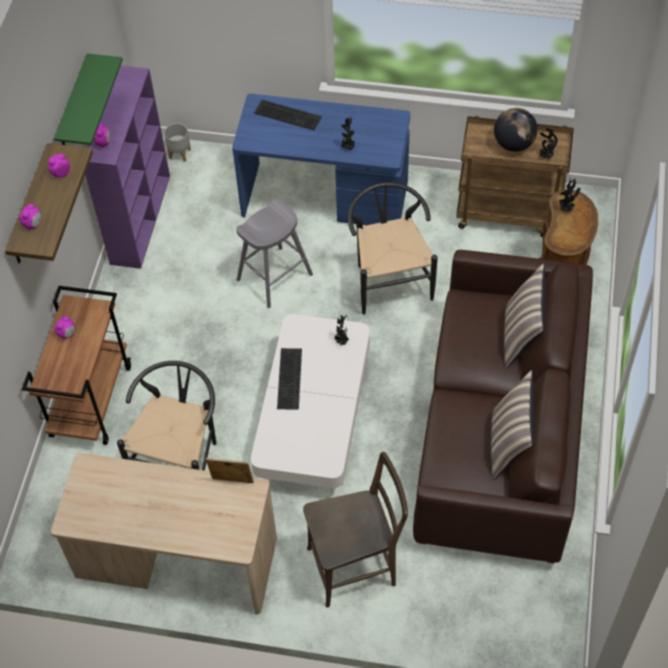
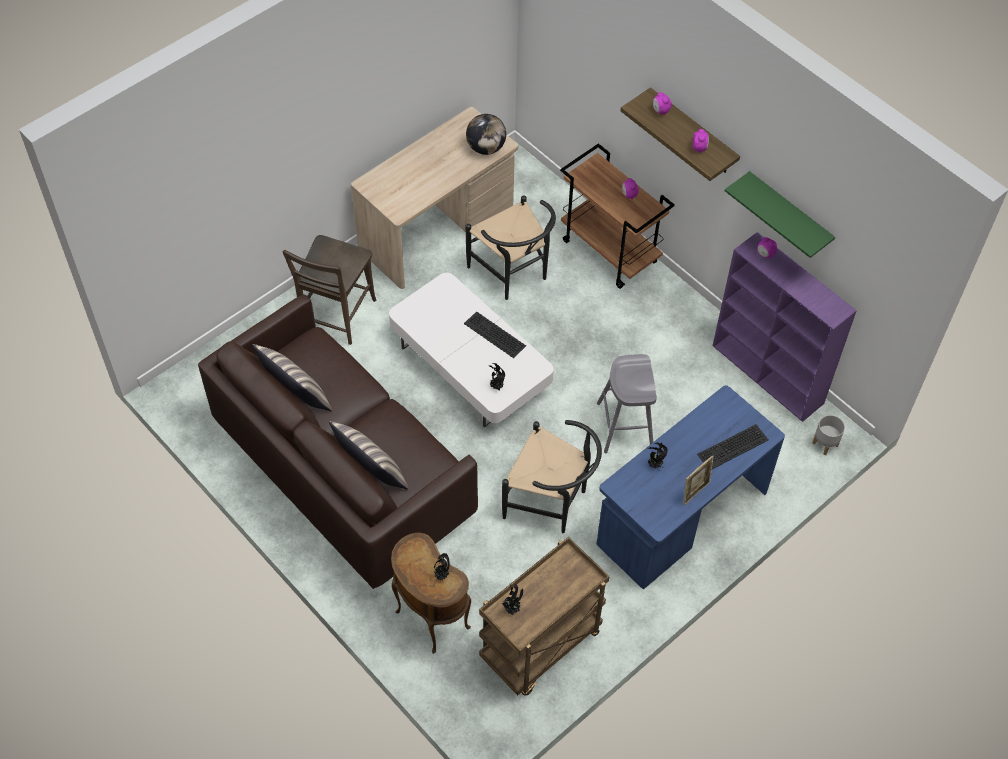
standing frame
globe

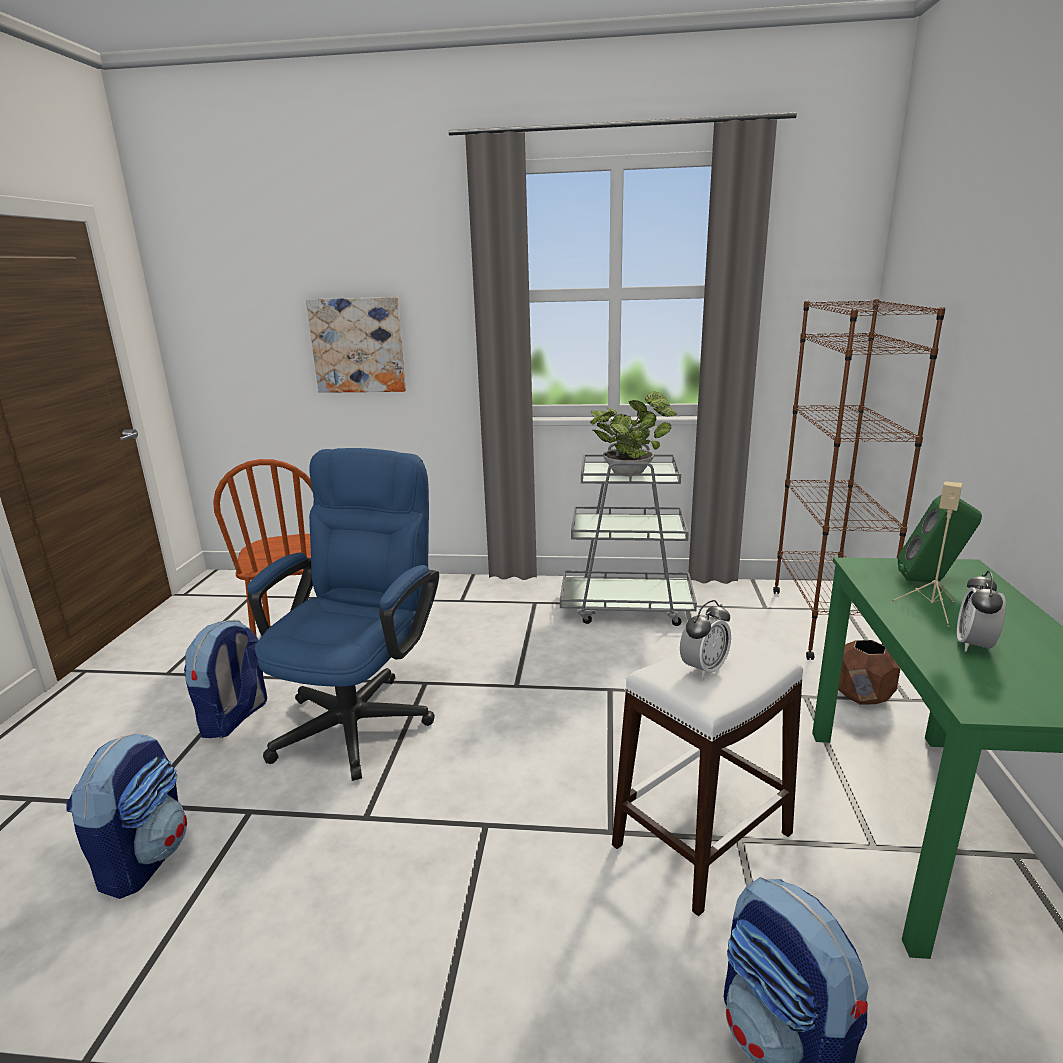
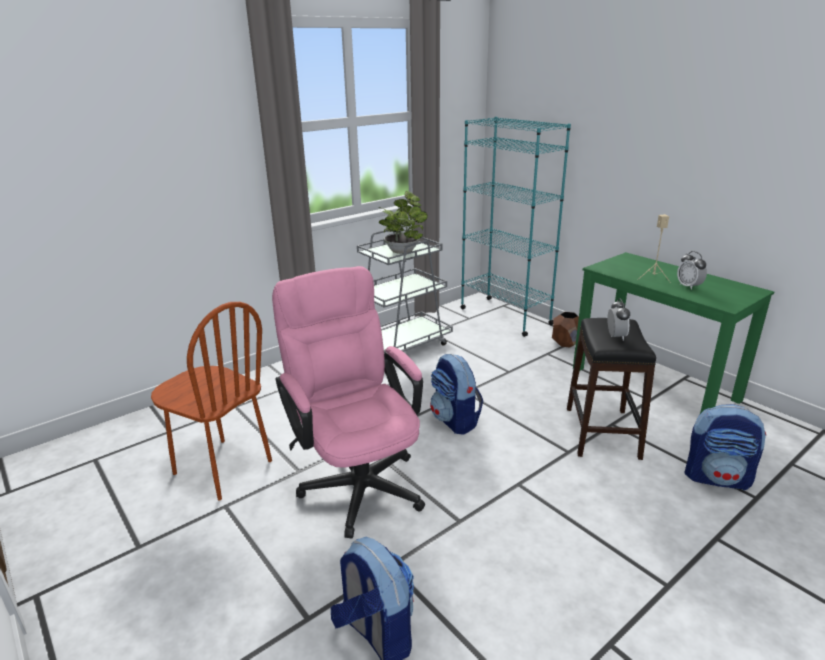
rucksack (no. 2 from left)
office chair in pink-coloured
wall picture
stool in black
bookshelf in blue-green
audio speaker in green

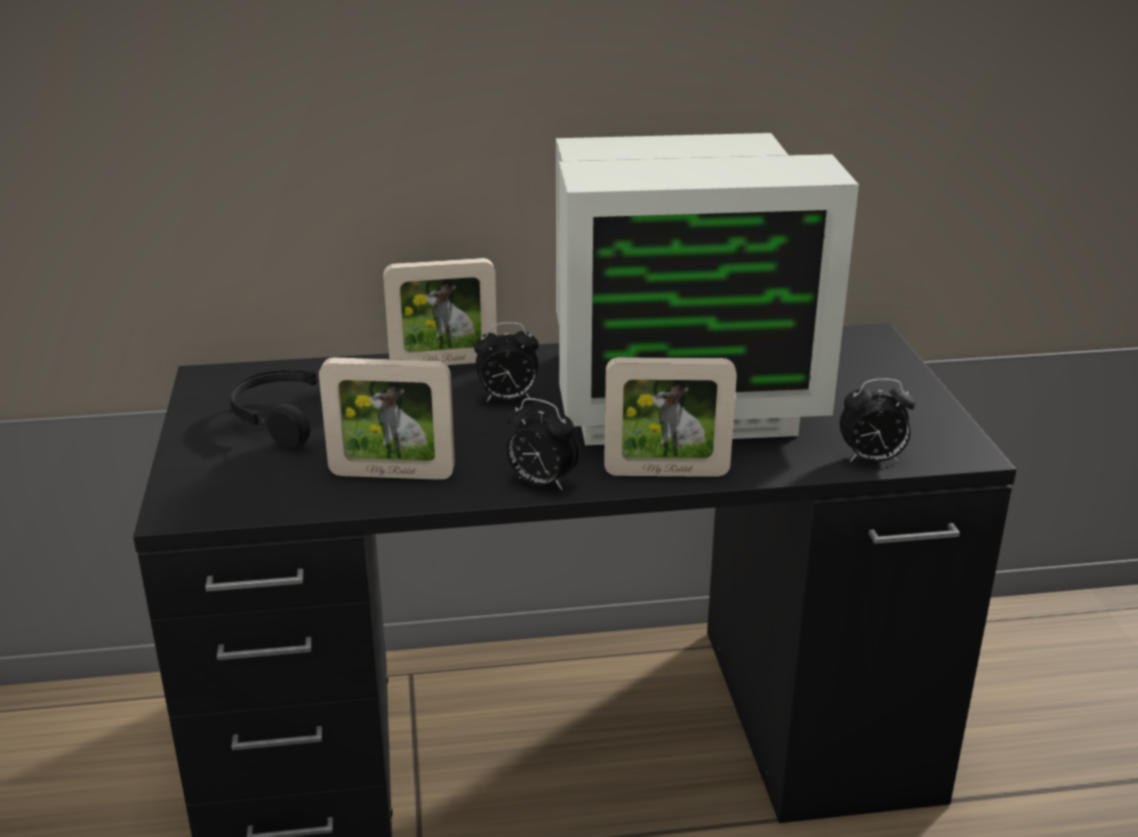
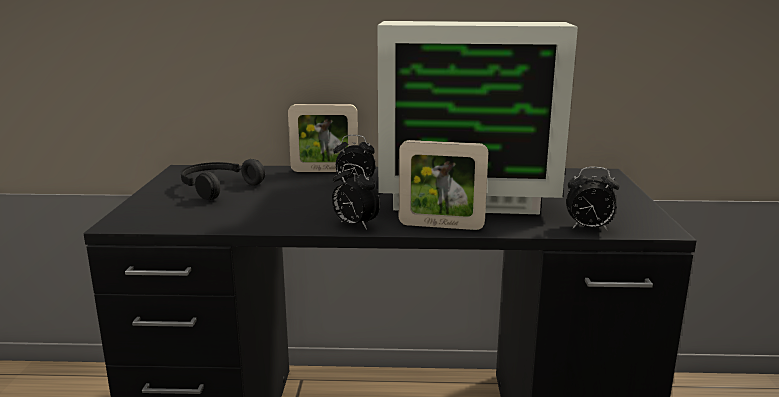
standing frame (no. 1 from left in the first image)

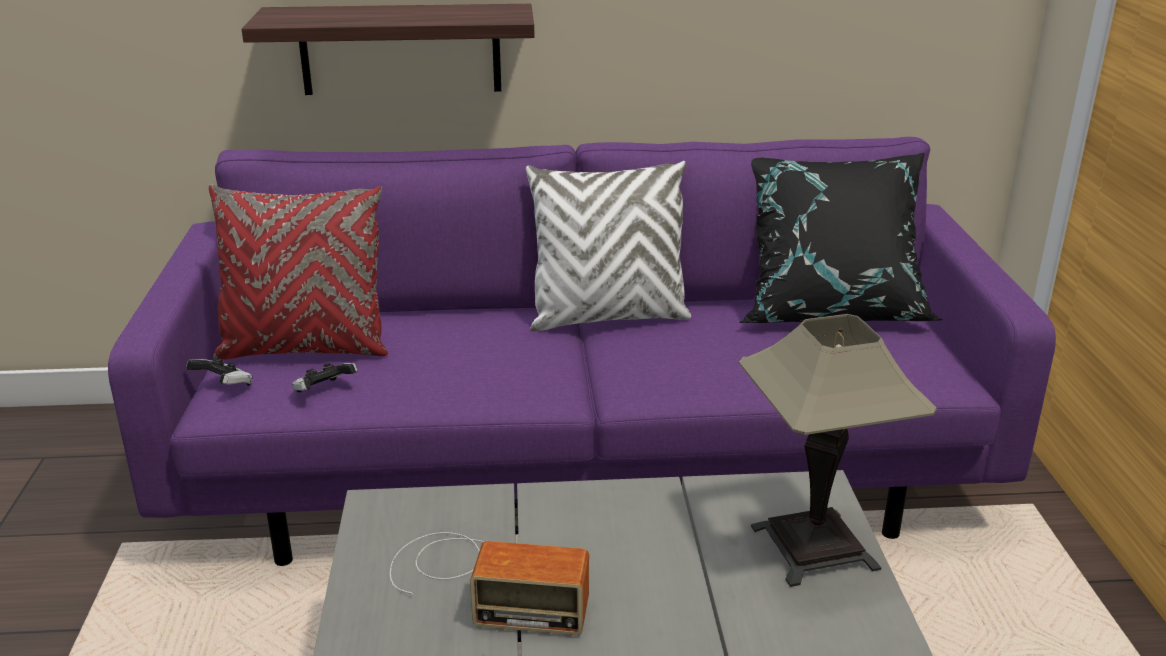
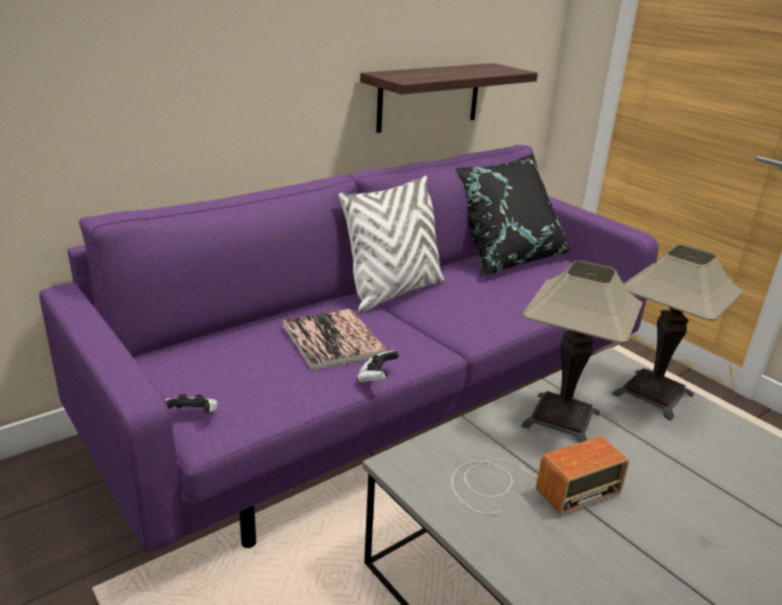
throw pillow in reddish
bracket shelf
joypad (no. 2 from left)
bound book
lamp for a table (no. 1 from left)

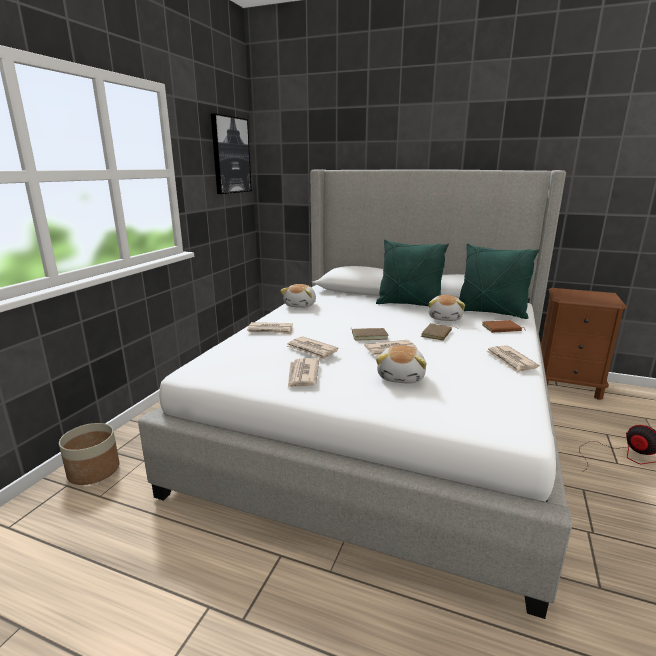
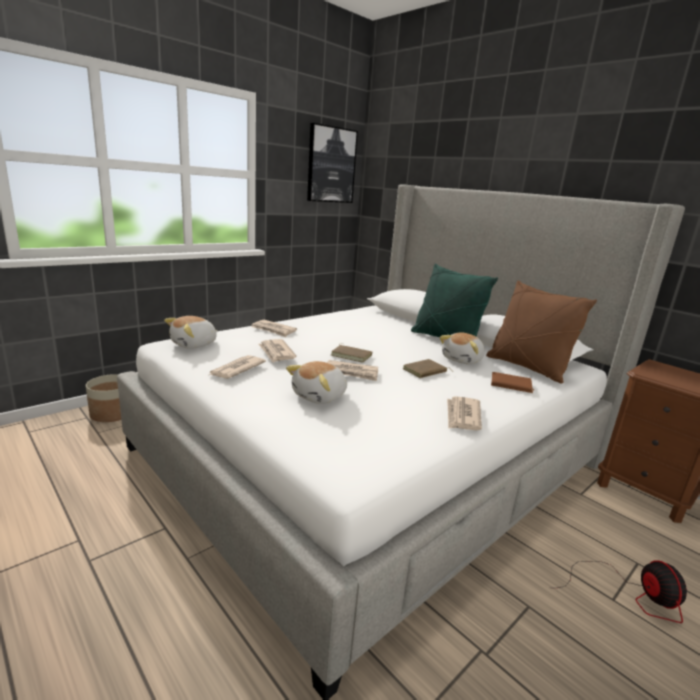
cuddly toy (no. 1 from left)
throw pillow in brown-coloured

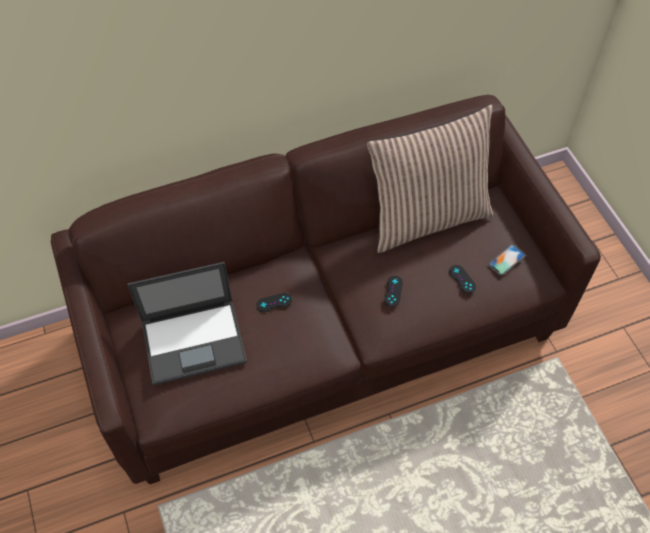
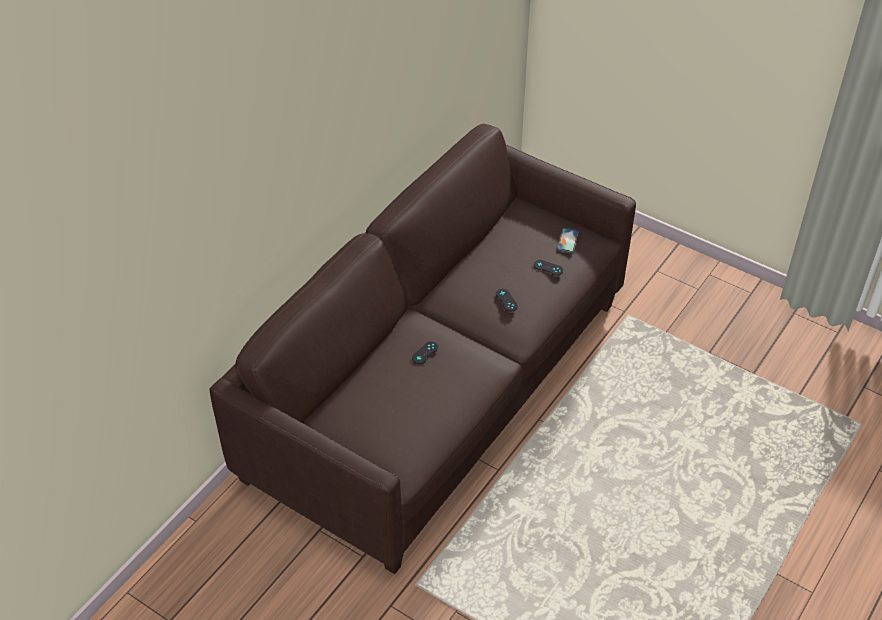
laptop
throw pillow

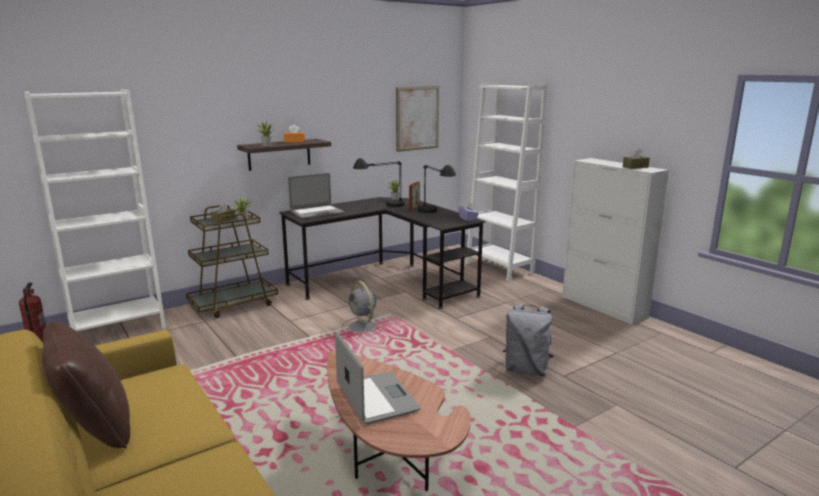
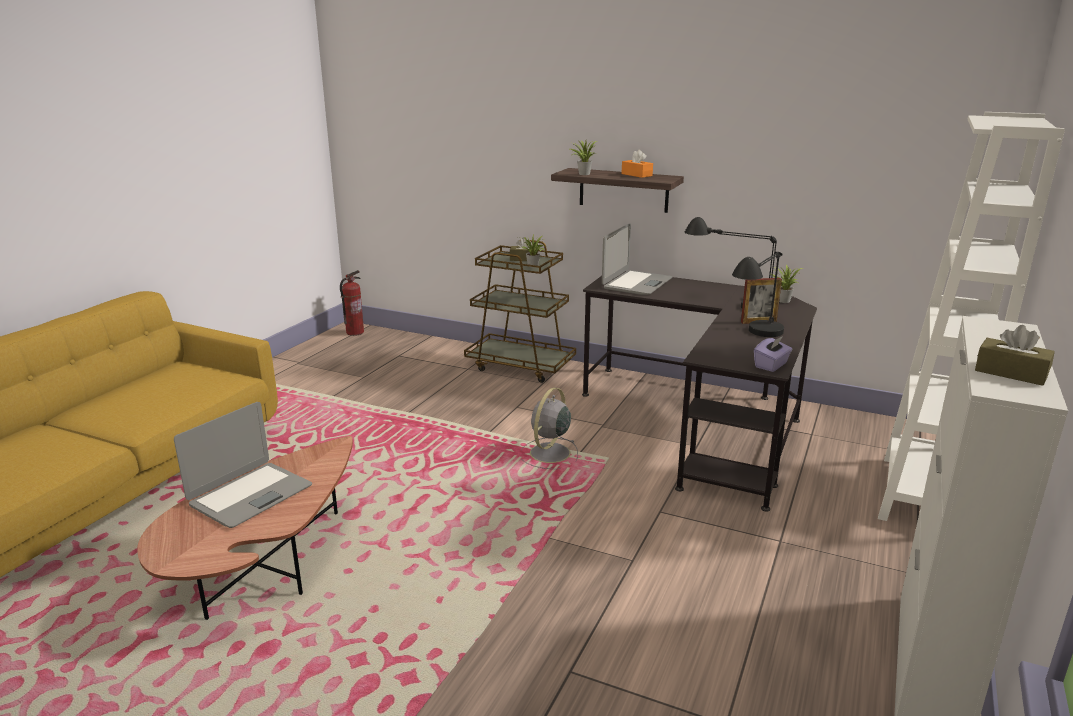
bookshelf in white-coloured (no. 1 from left in the first image)
throw pillow in brown-coloured
laptop (no. 2 from left)
wall picture
rucksack in grey

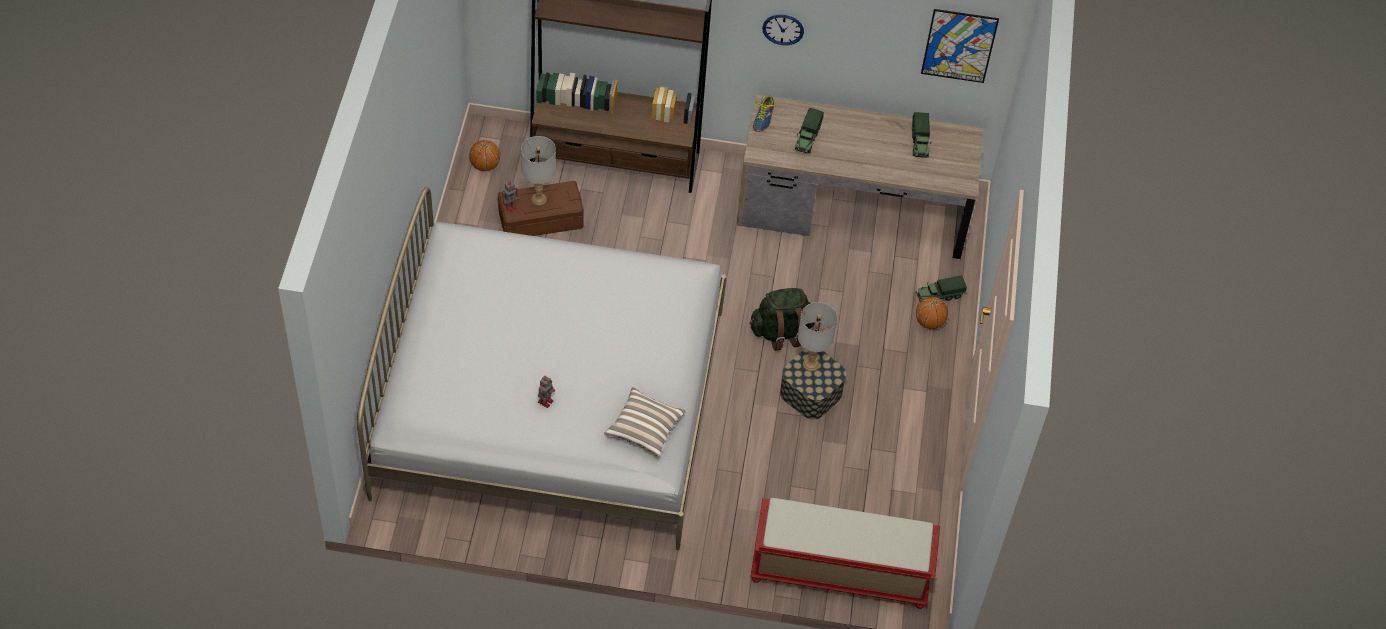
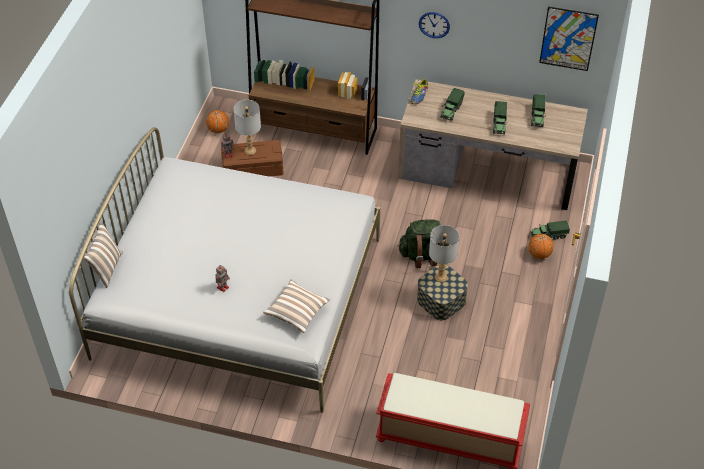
throw pillow (no. 1 from left)
toy truck (no. 2 from left)

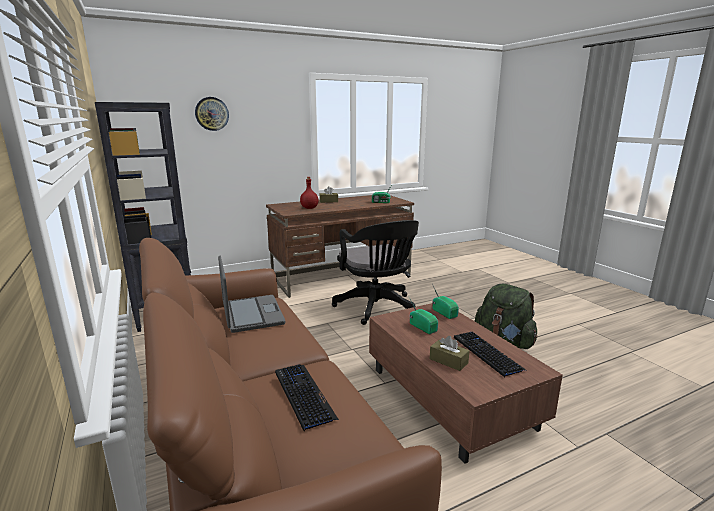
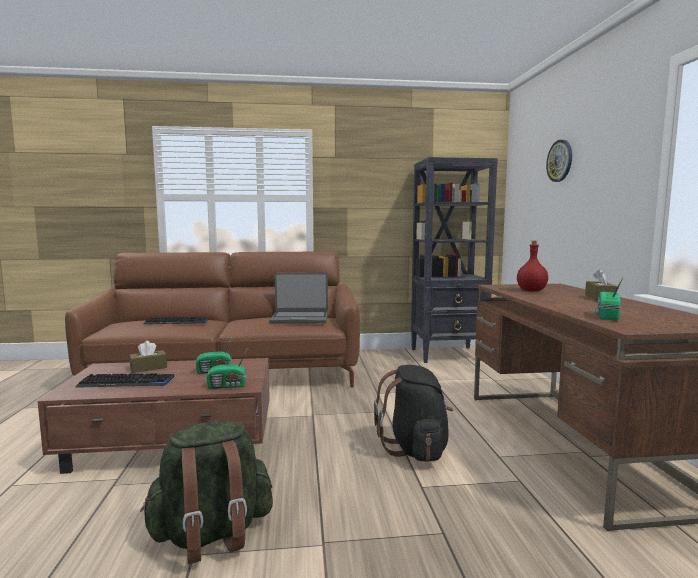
rucksack in black

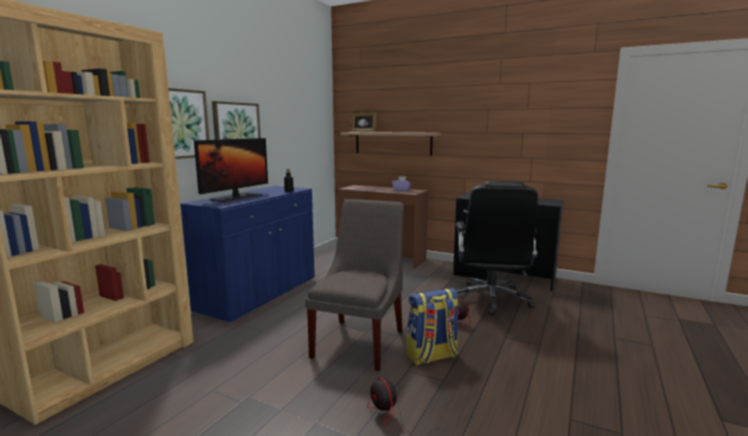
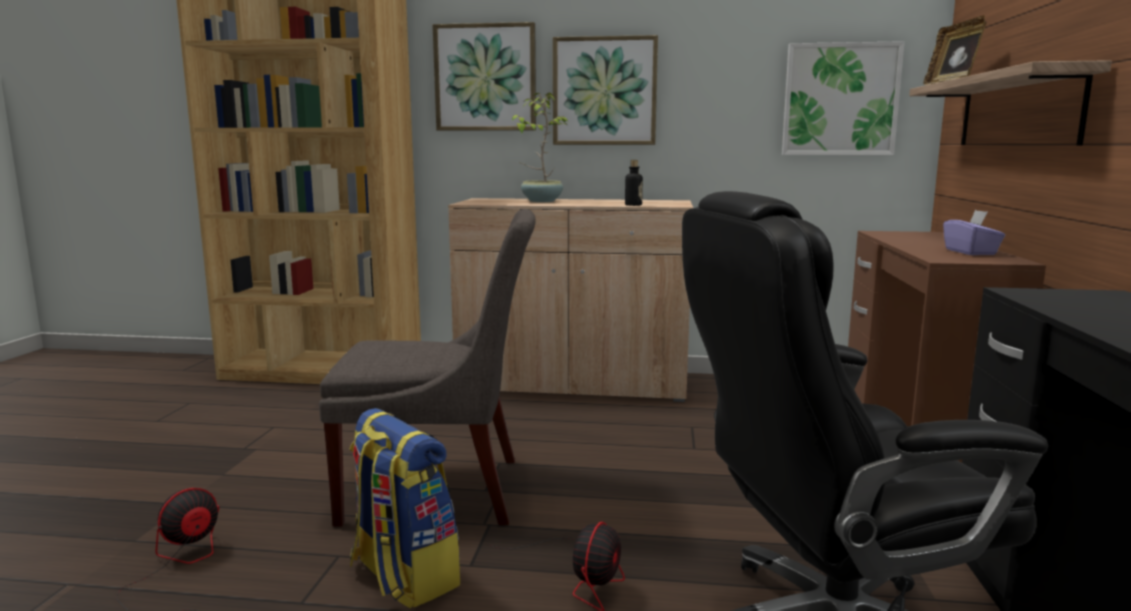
cabinet in beige-coloured
potted plant
wall picture (no. 3 from left)

